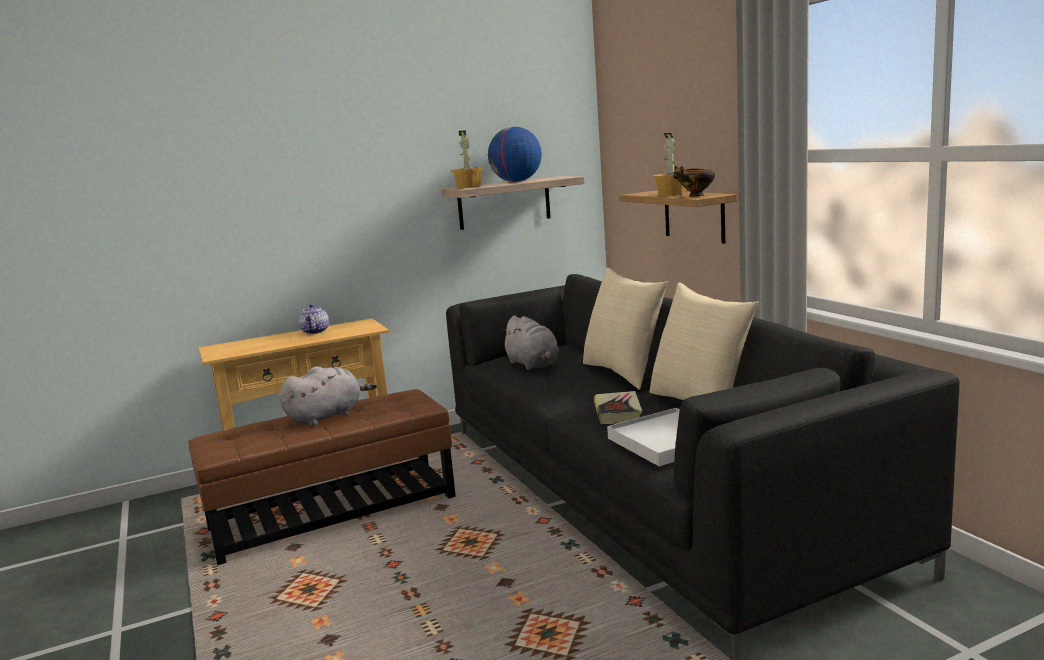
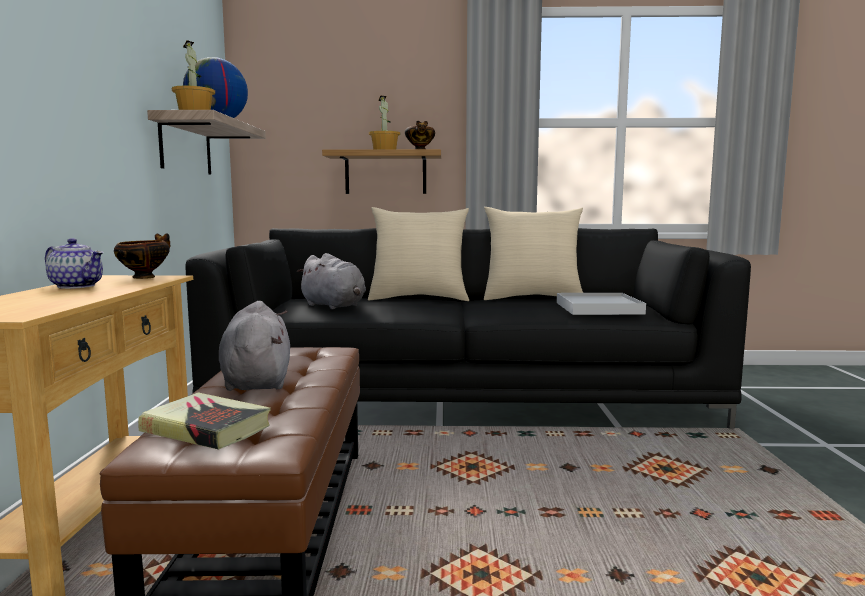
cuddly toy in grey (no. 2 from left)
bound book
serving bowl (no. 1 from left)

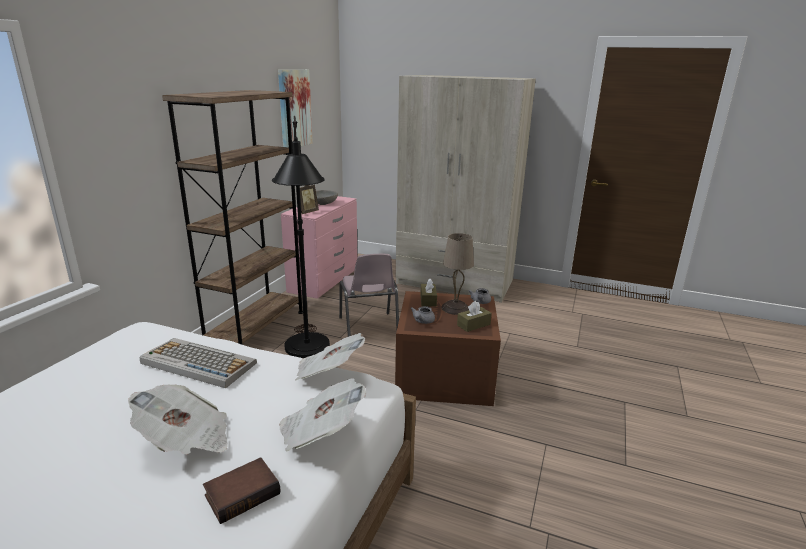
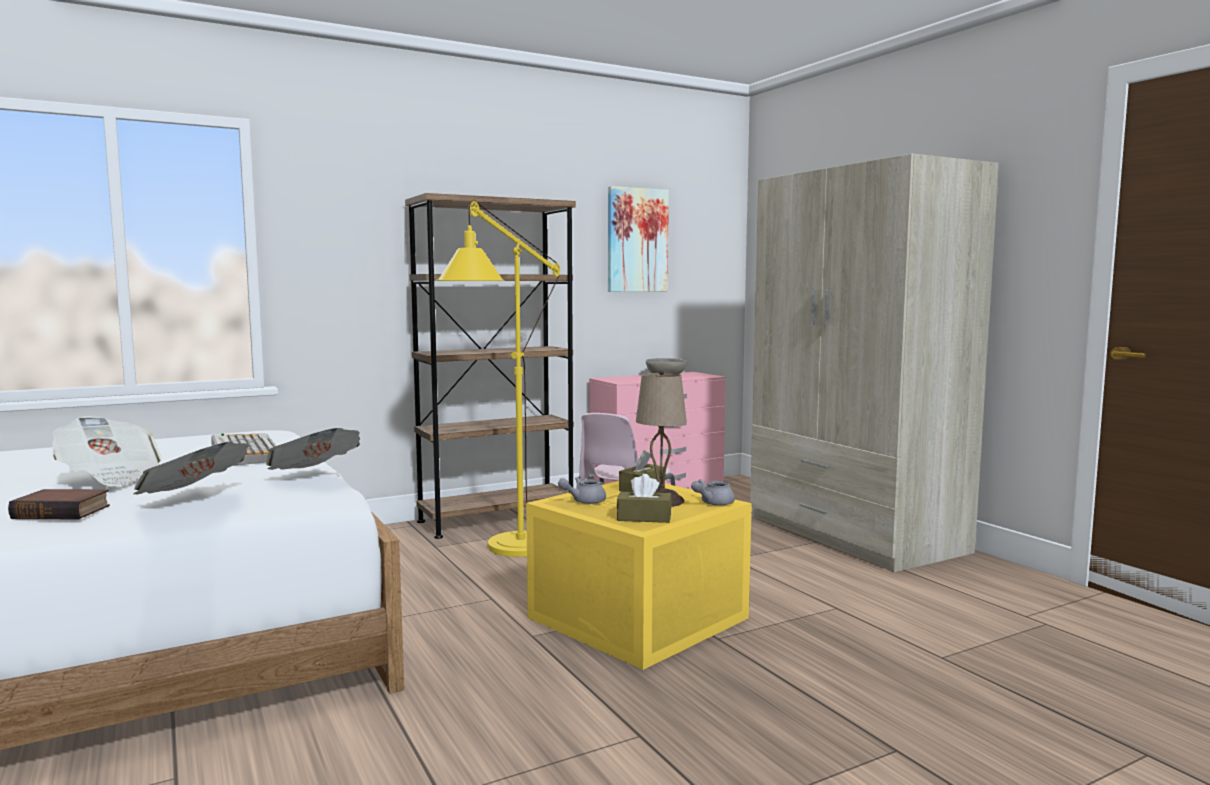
standard lamp in yellowish
standing frame
storage container in yellowish

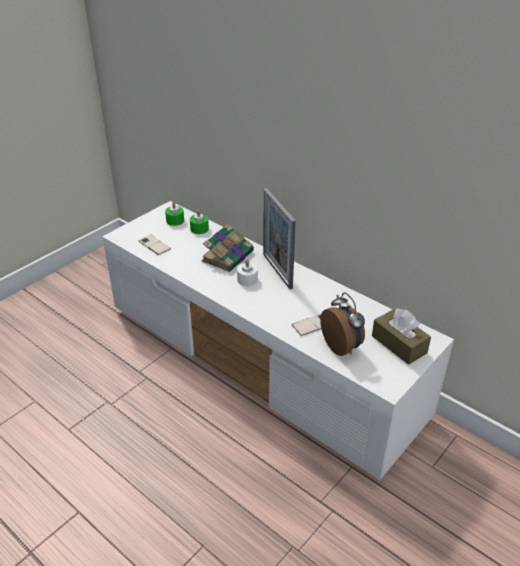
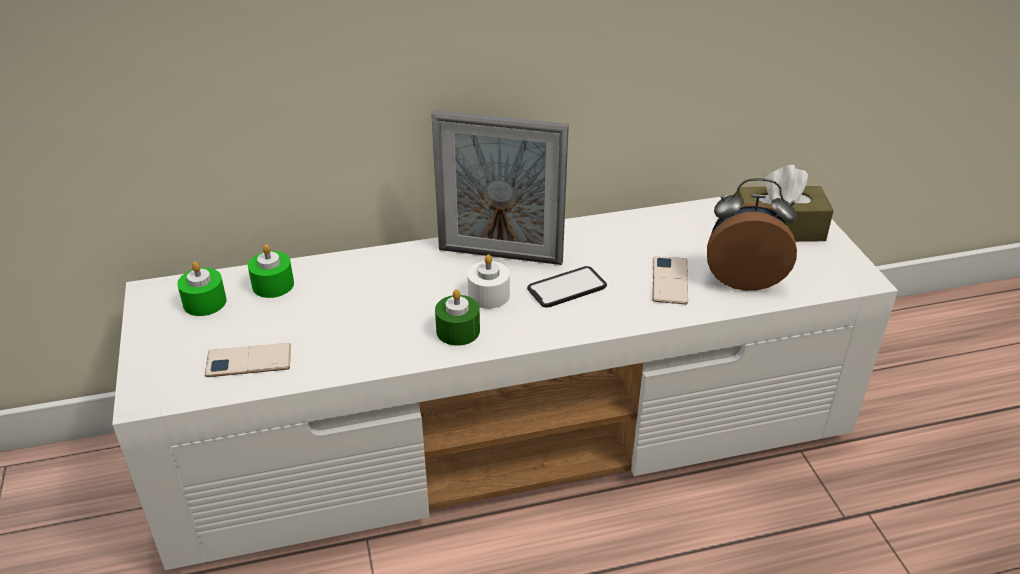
bound book
candle in green (no. 3 from left)
handset (no. 2 from left)

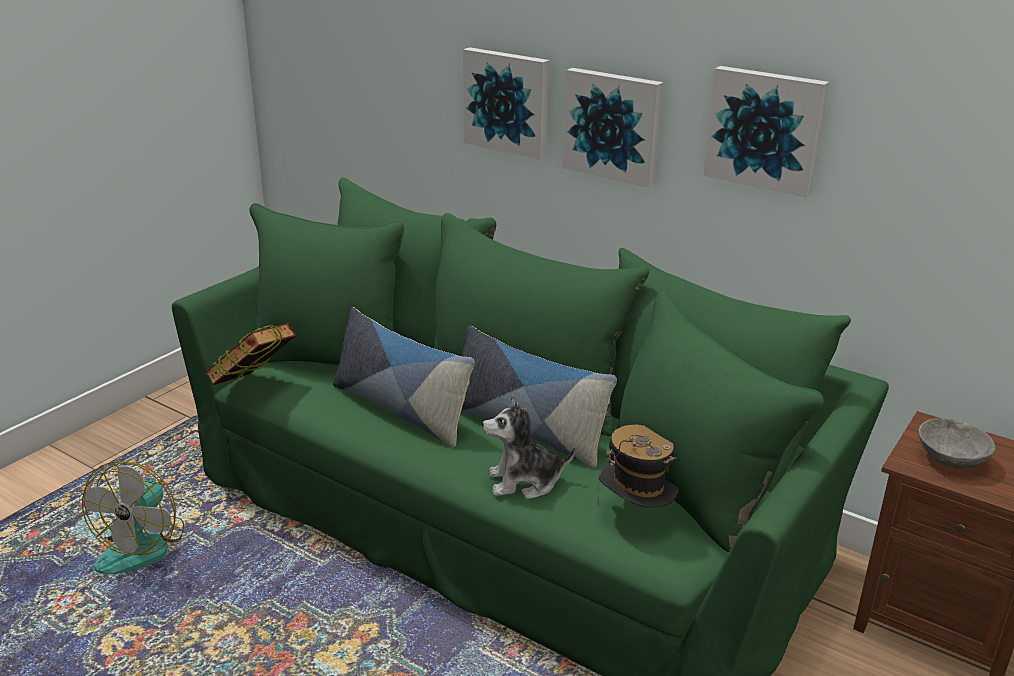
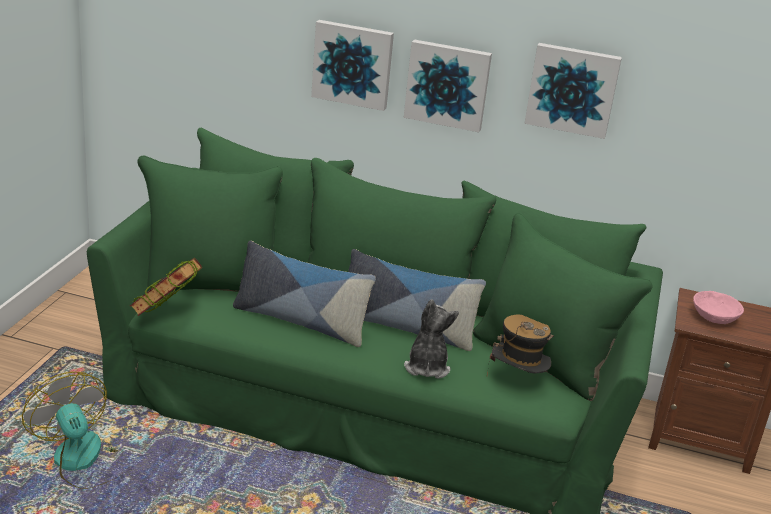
fan
cuddly toy
serving bowl in pink-coloured

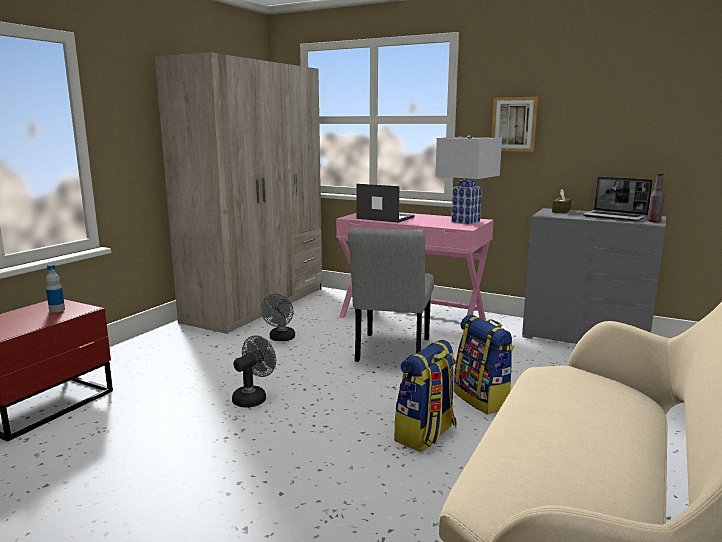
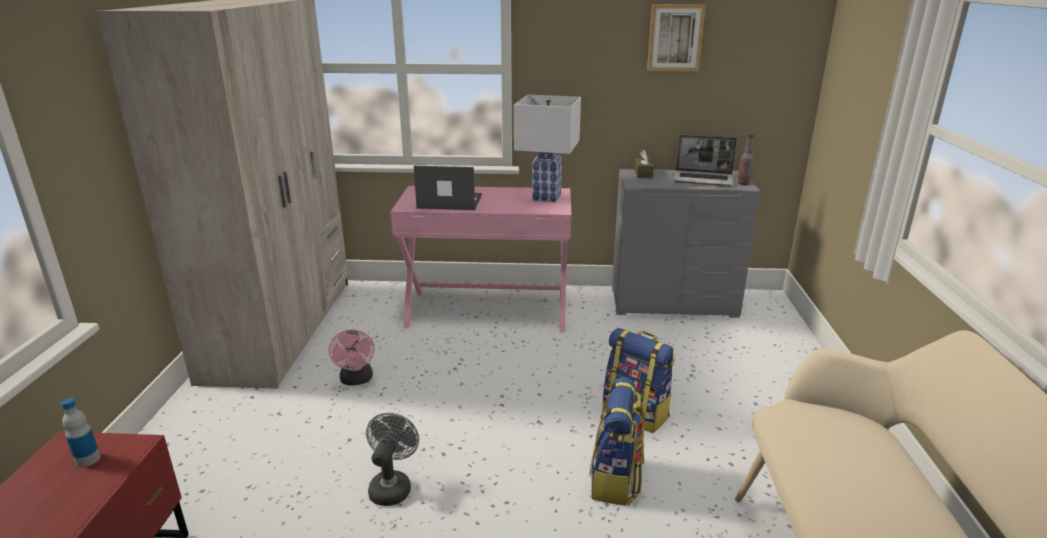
fan in pink-coloured
upright chair in grey
wall picture

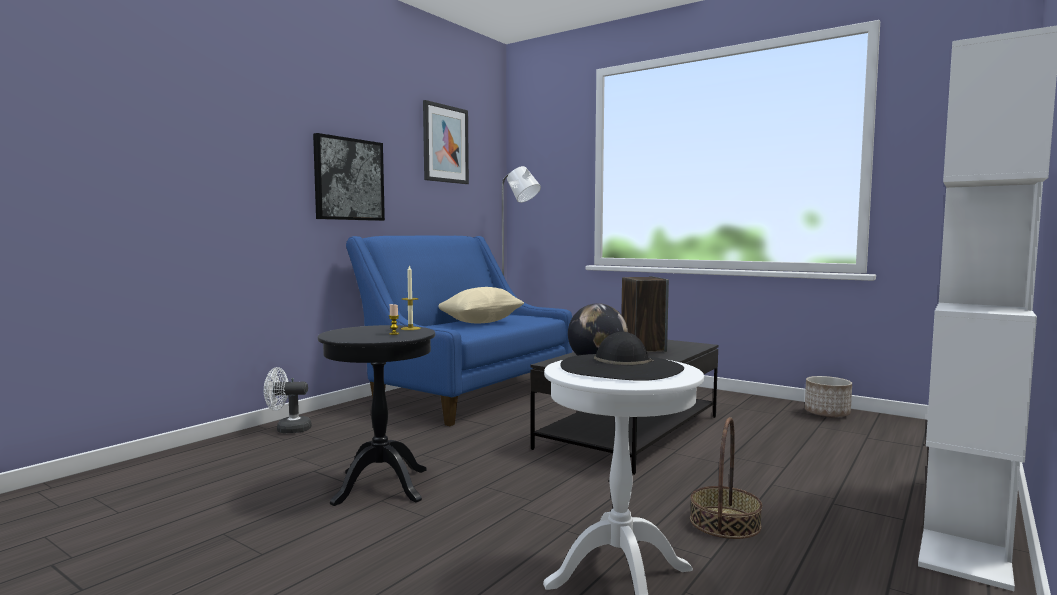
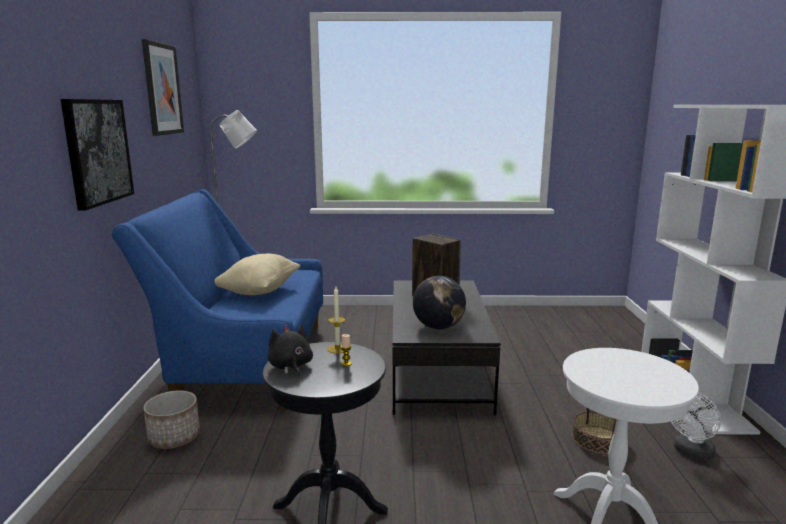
fan in white-coloured
hat in black
plant pot
cuddly toy in black

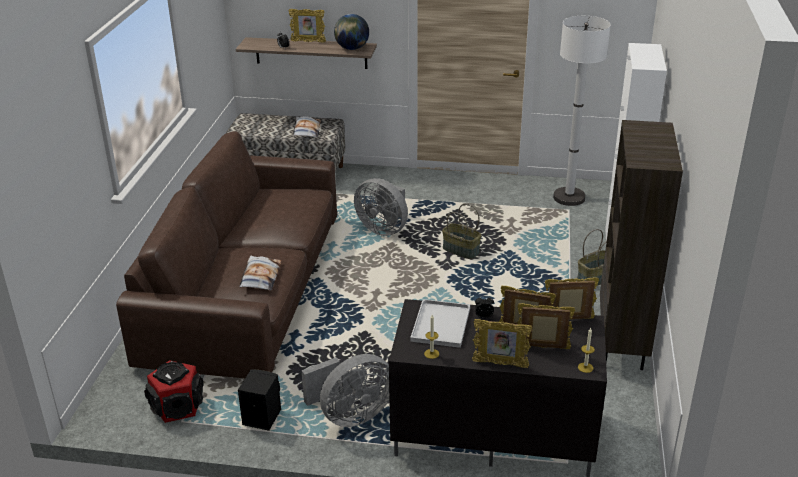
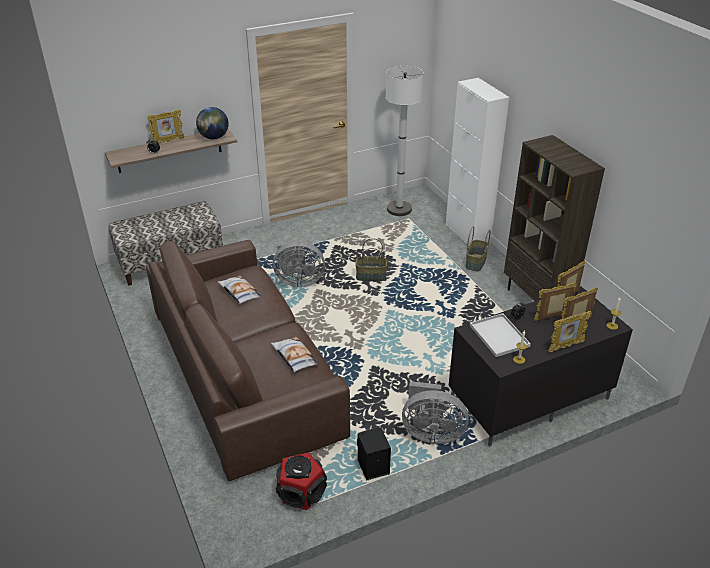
throw pillow (no. 1 from left)
fan in grey (no. 2 from left)

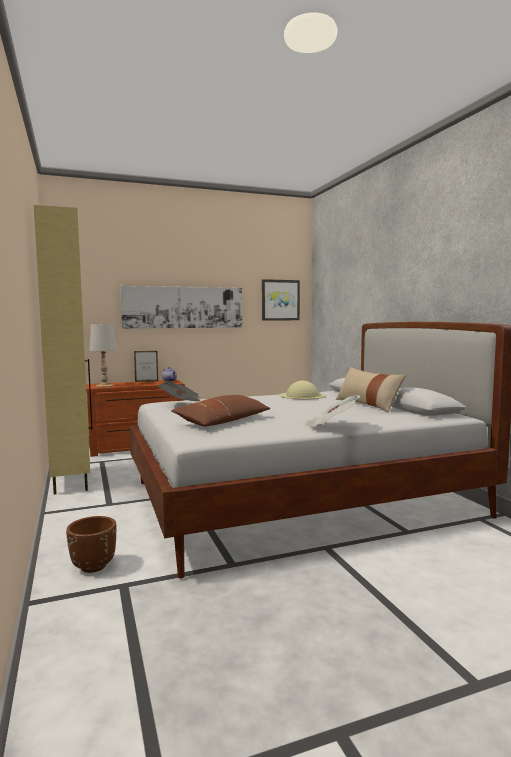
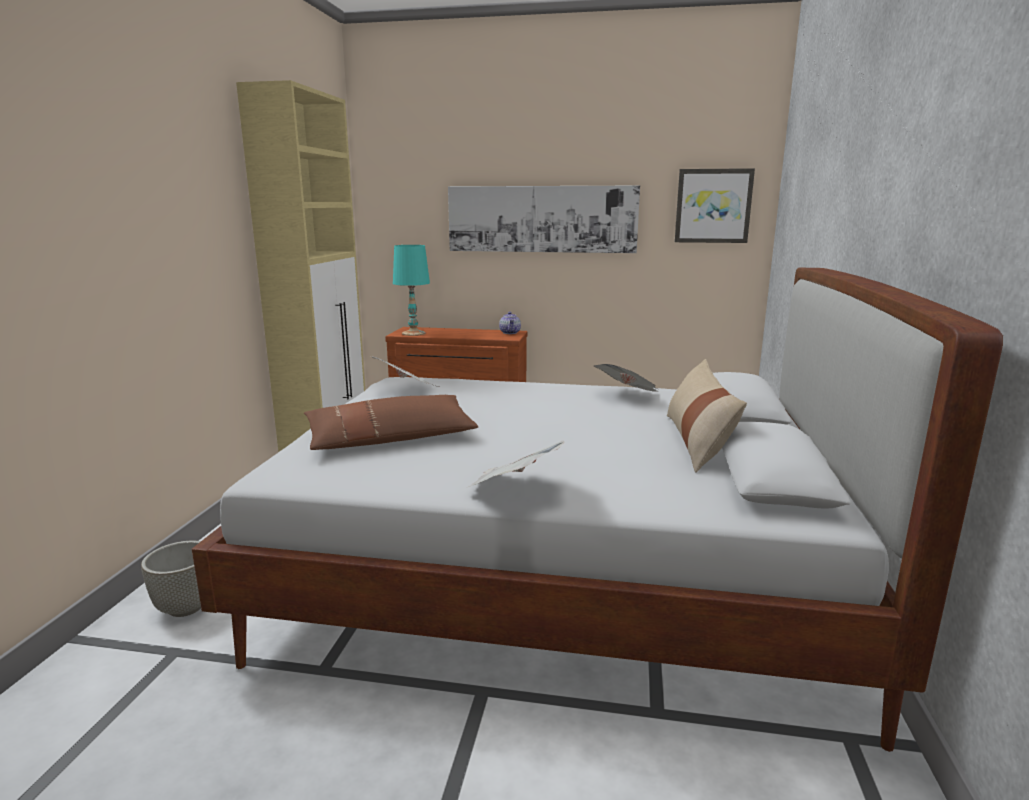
plant pot in grey
lamp for a table in blue-green
standing frame
newspaper (no. 3 from left)

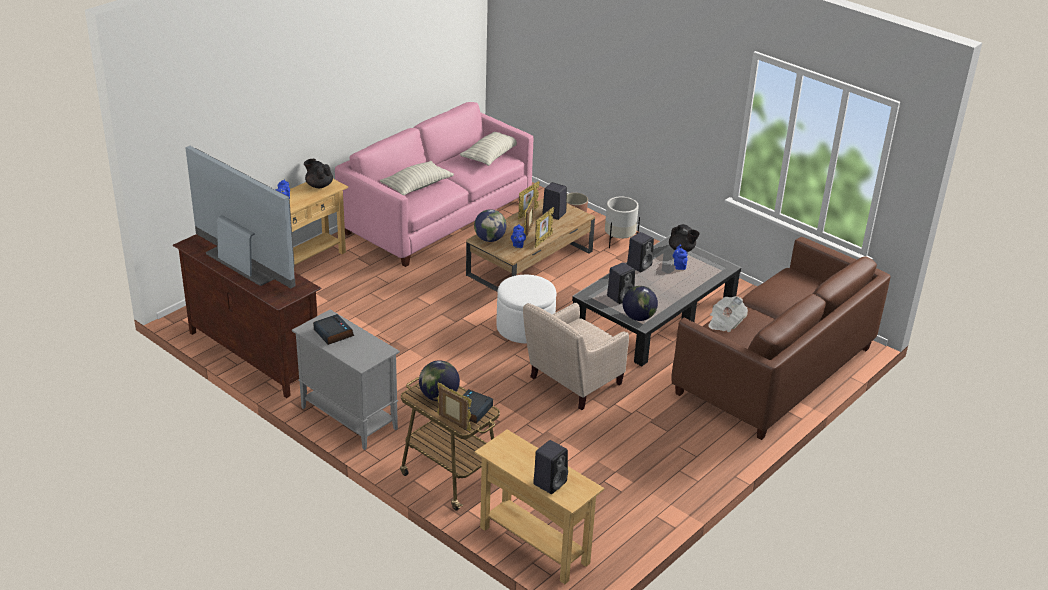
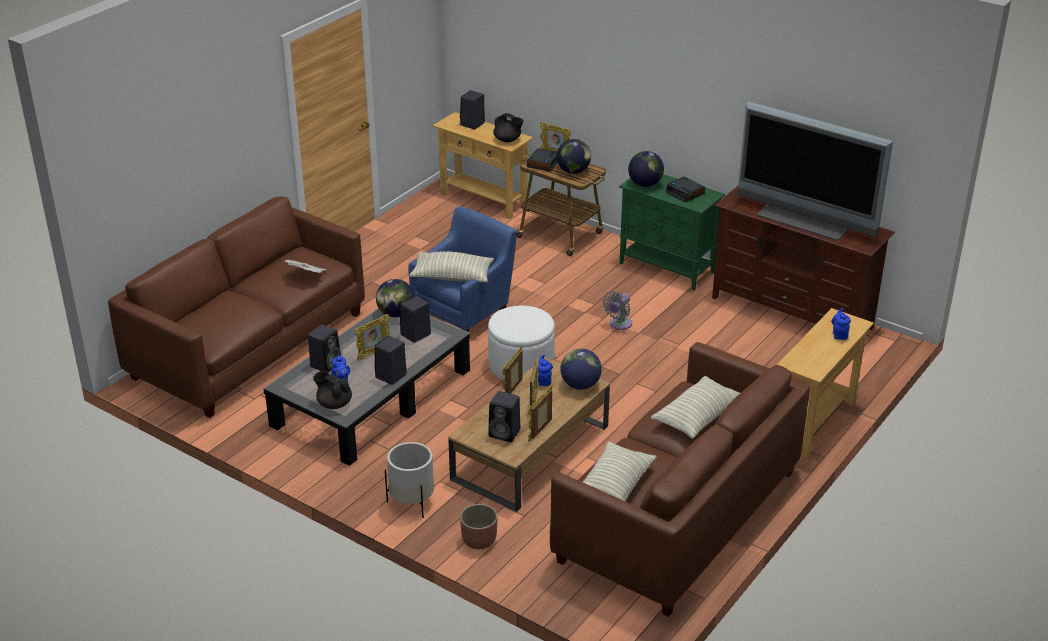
cabinet in green
tea pot in black (no. 2 from left)
settee in brown-coloured (no. 2 from left)
easy chair in blue-coloured
audio speaker in black (no. 1 from left)
standing frame (no. 1 from left)
throw pillow (no. 1 from left)
fan in grey
globe (no. 4 from left)

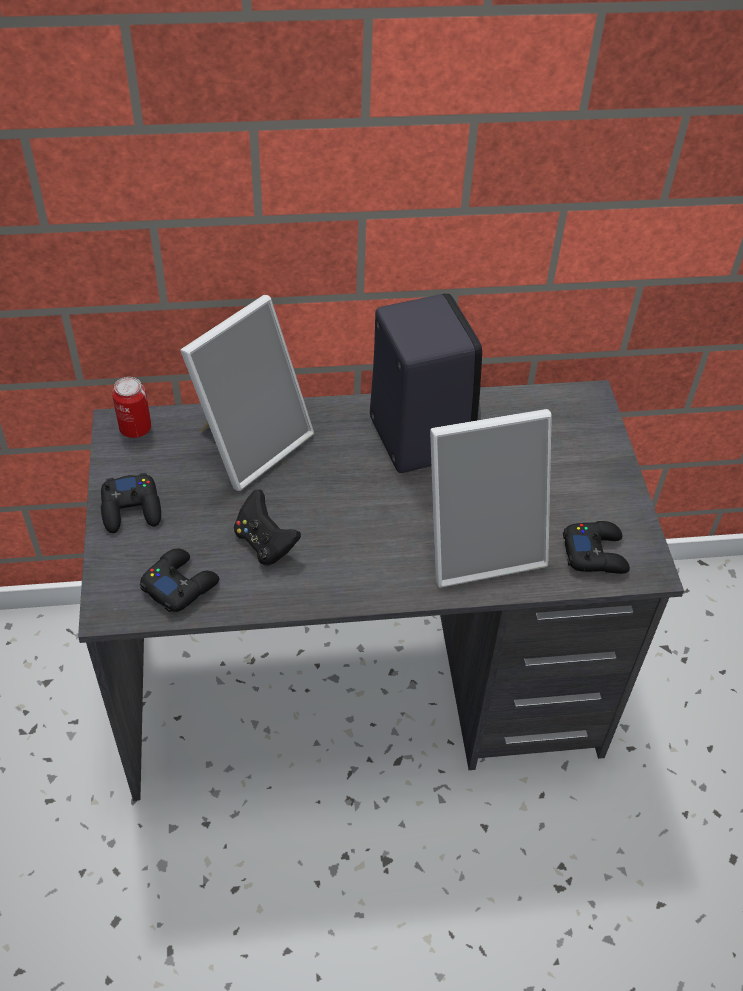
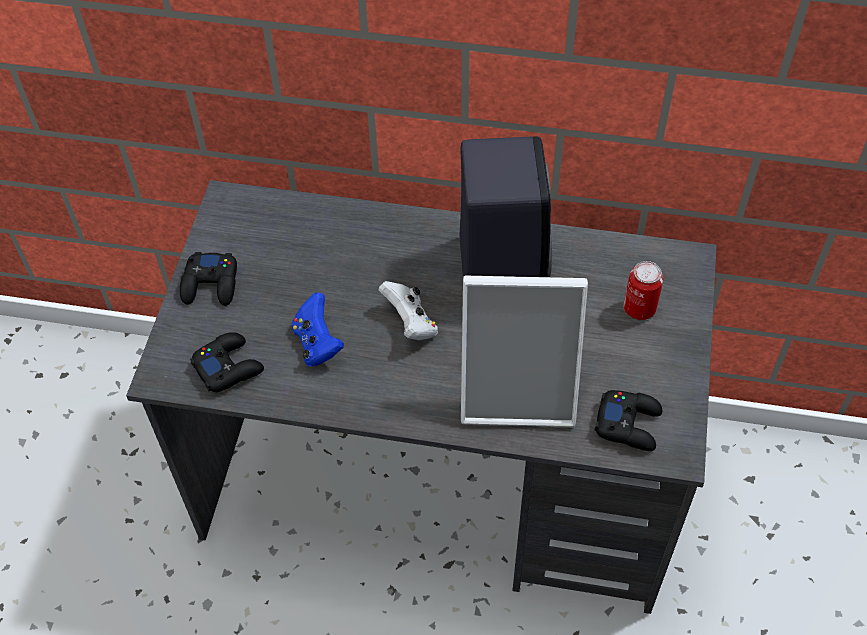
metal can
standing frame (no. 1 from left in the first image)
joypad in blue-coloured
joypad in white-coloured

